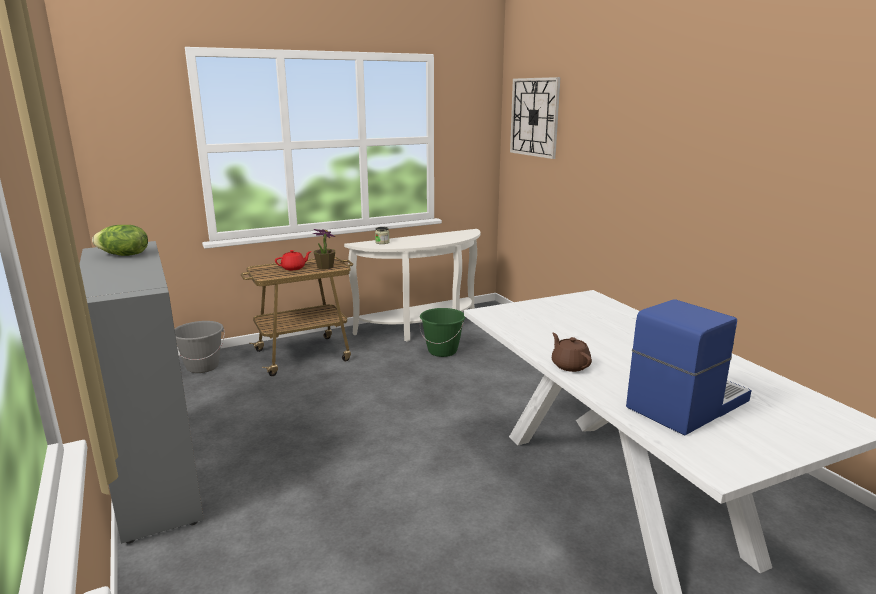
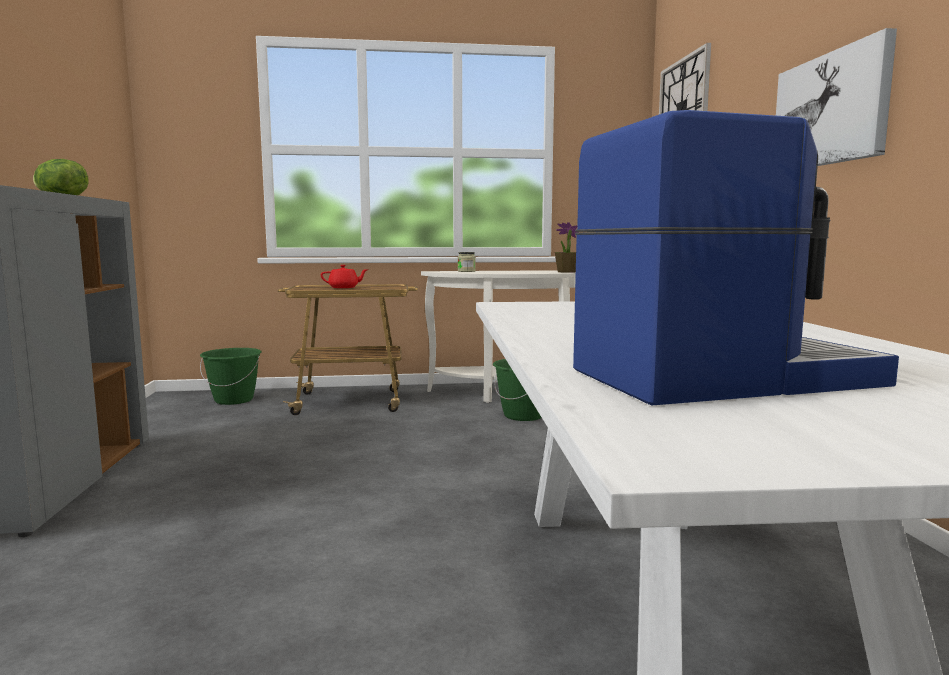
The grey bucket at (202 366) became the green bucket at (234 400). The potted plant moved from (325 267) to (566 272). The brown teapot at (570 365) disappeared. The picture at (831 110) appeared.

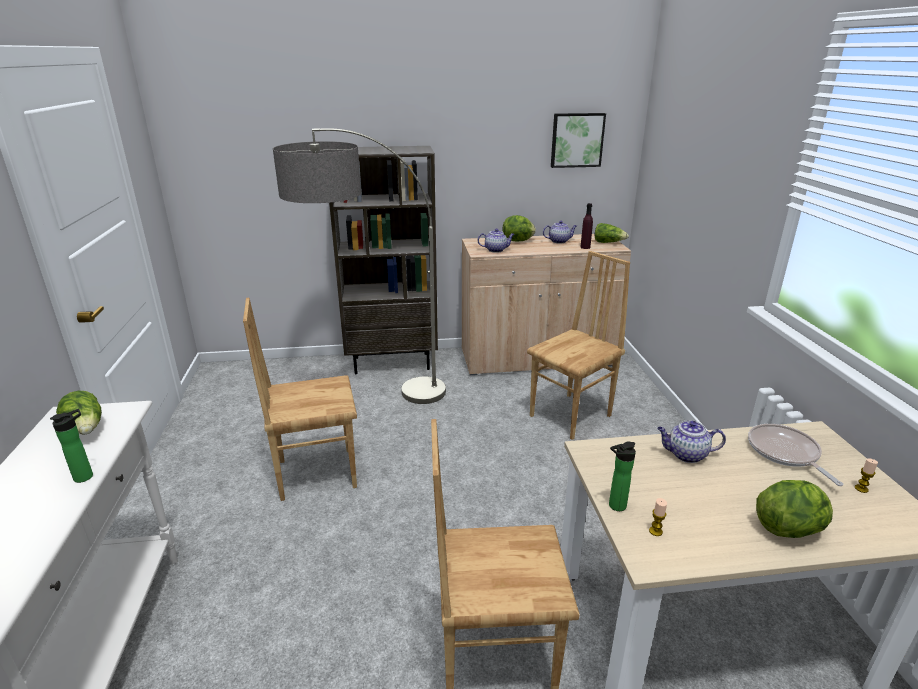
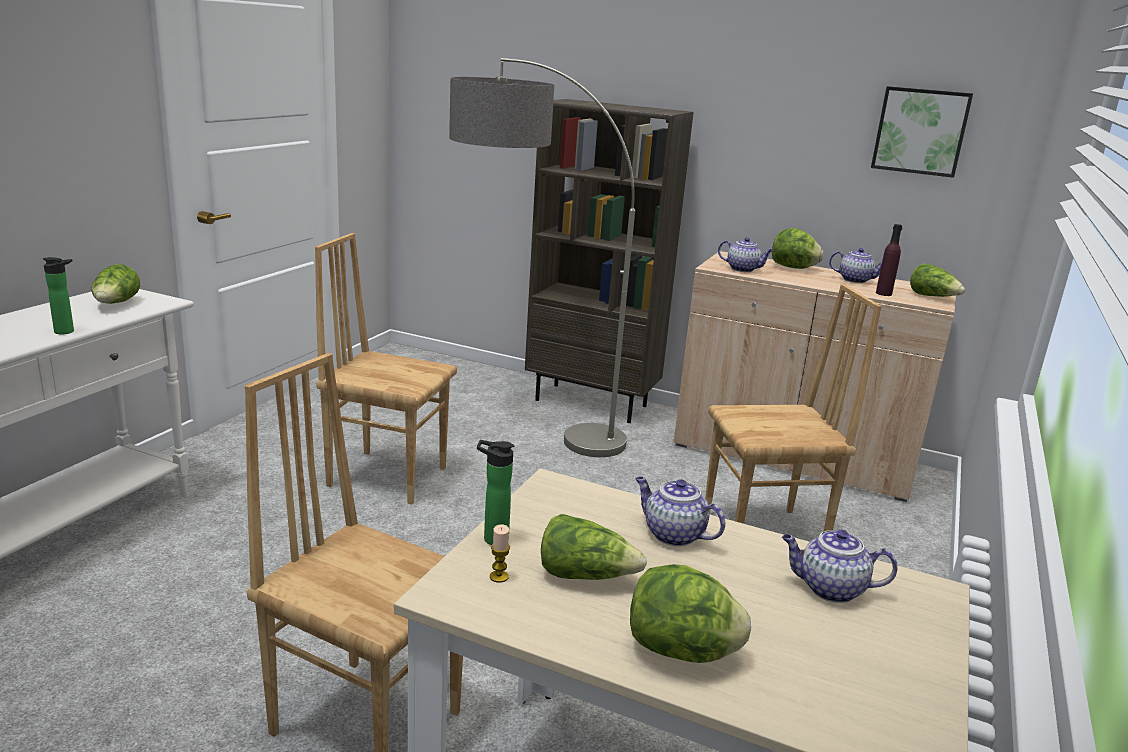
The frying pan at (785 453) was replaced by the teapot at (829 589). The candle at (861 488) disappeared. The lettuce at (585 575) appeared.

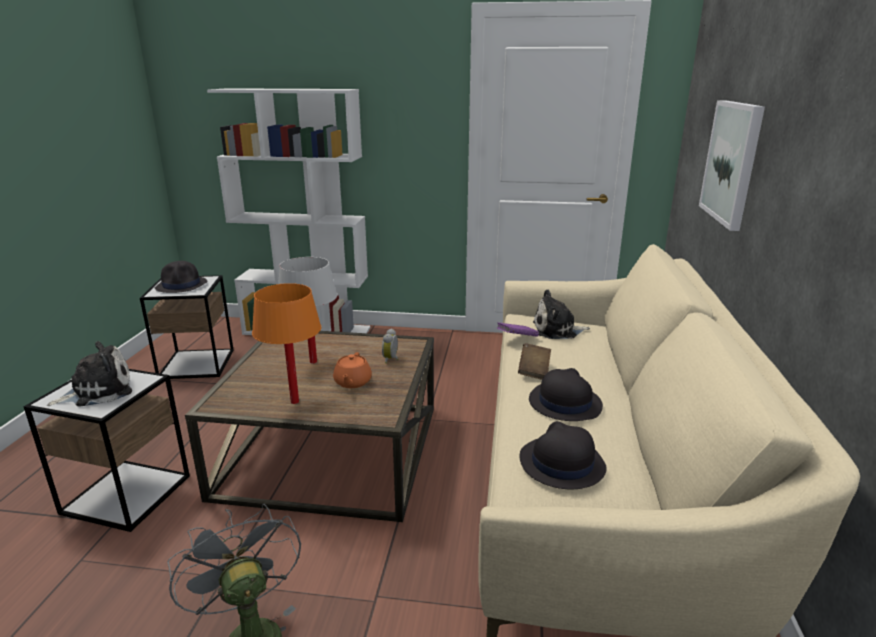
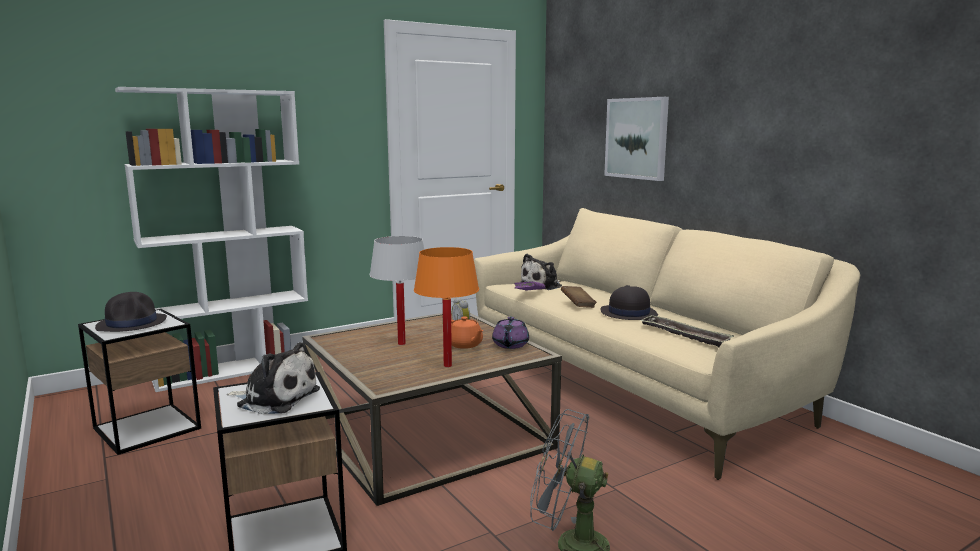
The plush toy at (98 391) turned 90 degrees clockwise. The black hat at (561 463) was replaced by the tray at (684 335). The purple teapot at (510 345) appeared.

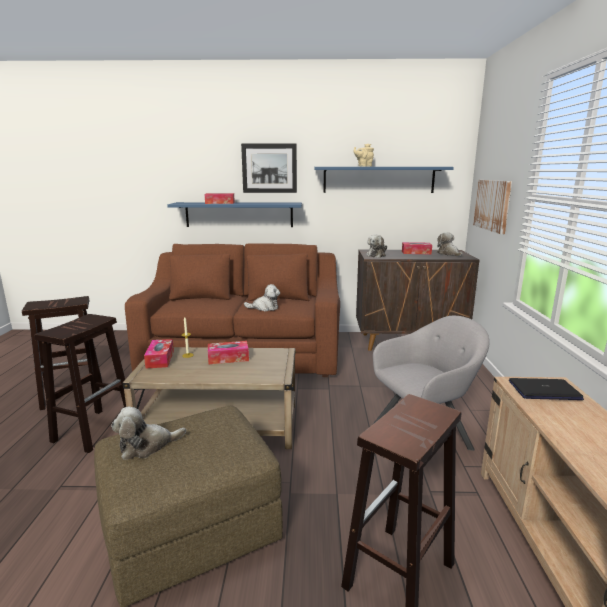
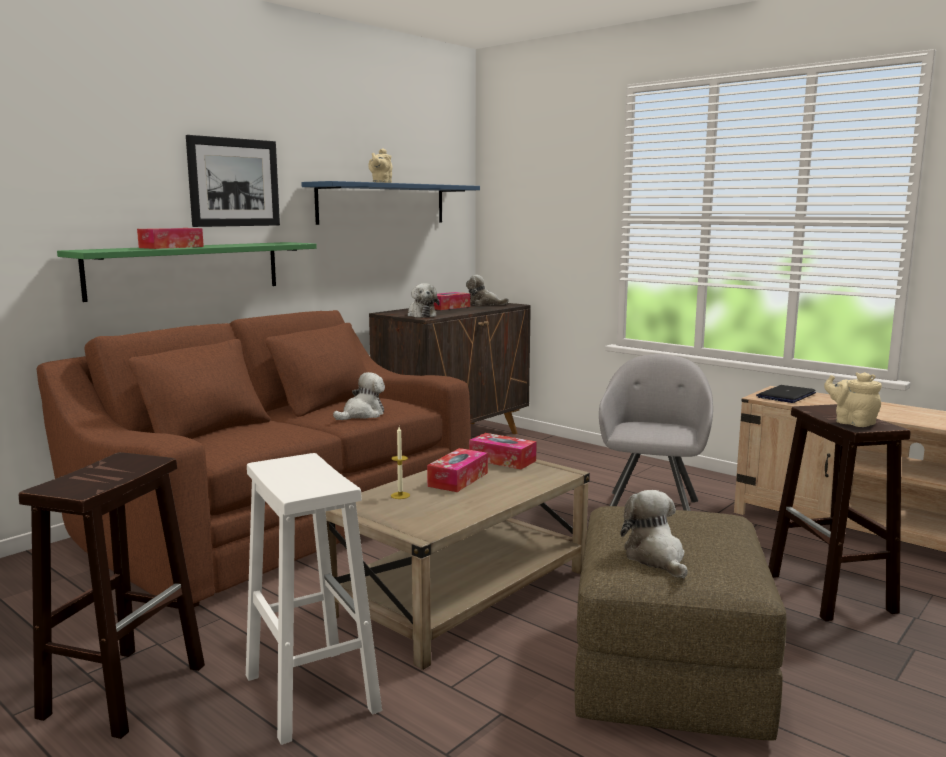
The brown stool at (94 429) became the white stool at (310 692). The plush toy at (147 446) turned 150 degrees clockwise. The tissue box moved from (160 359) to (502 460). The blue shelf at (239 214) became the green shelf at (186 269). The picture at (492 205) disappeared. The beige teapot at (852 422) appeared.

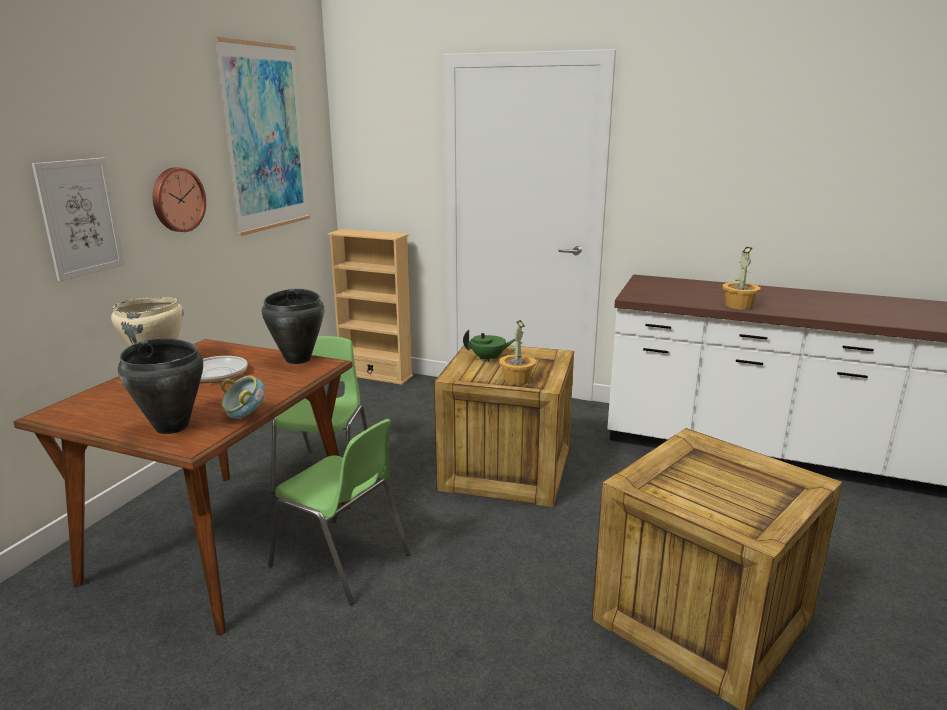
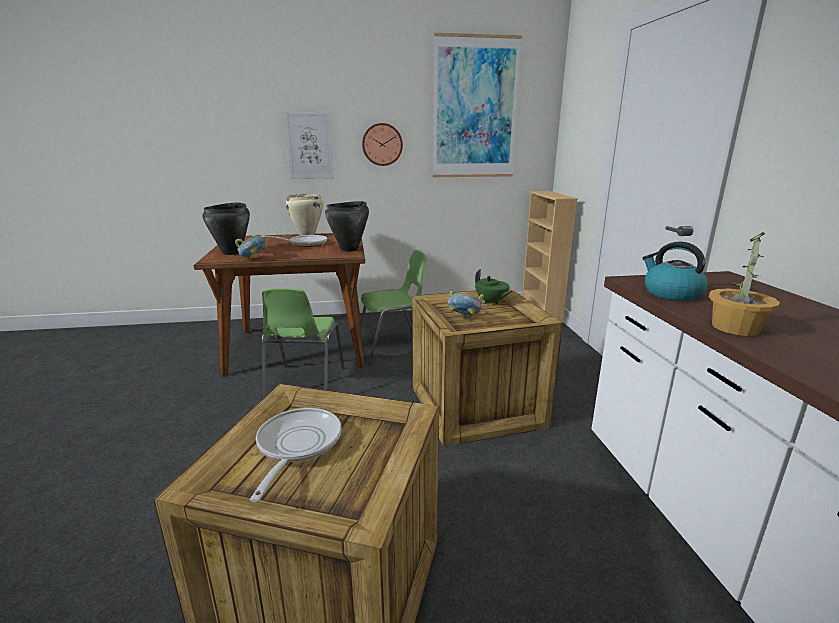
The potted plant at (516 379) was replaced by the bowl at (464 319). The frying pan at (296 446) appeared. The kettle at (671 294) appeared.

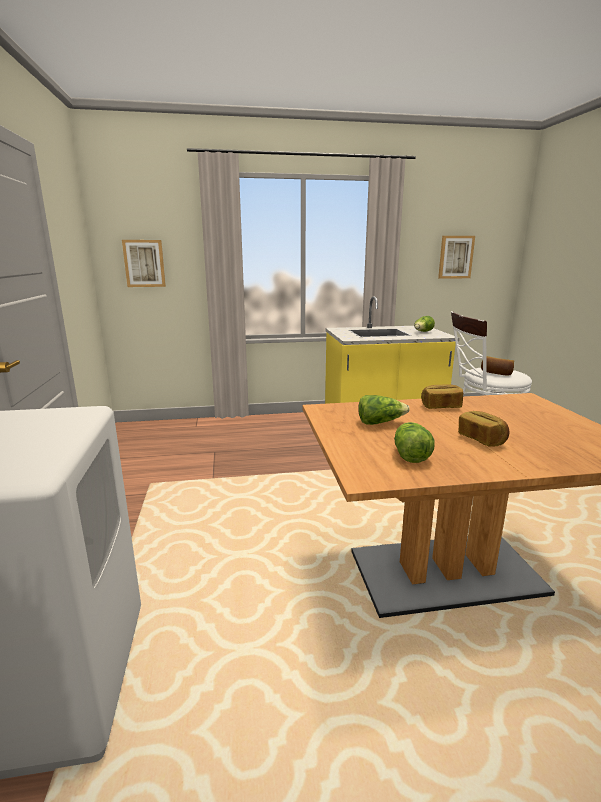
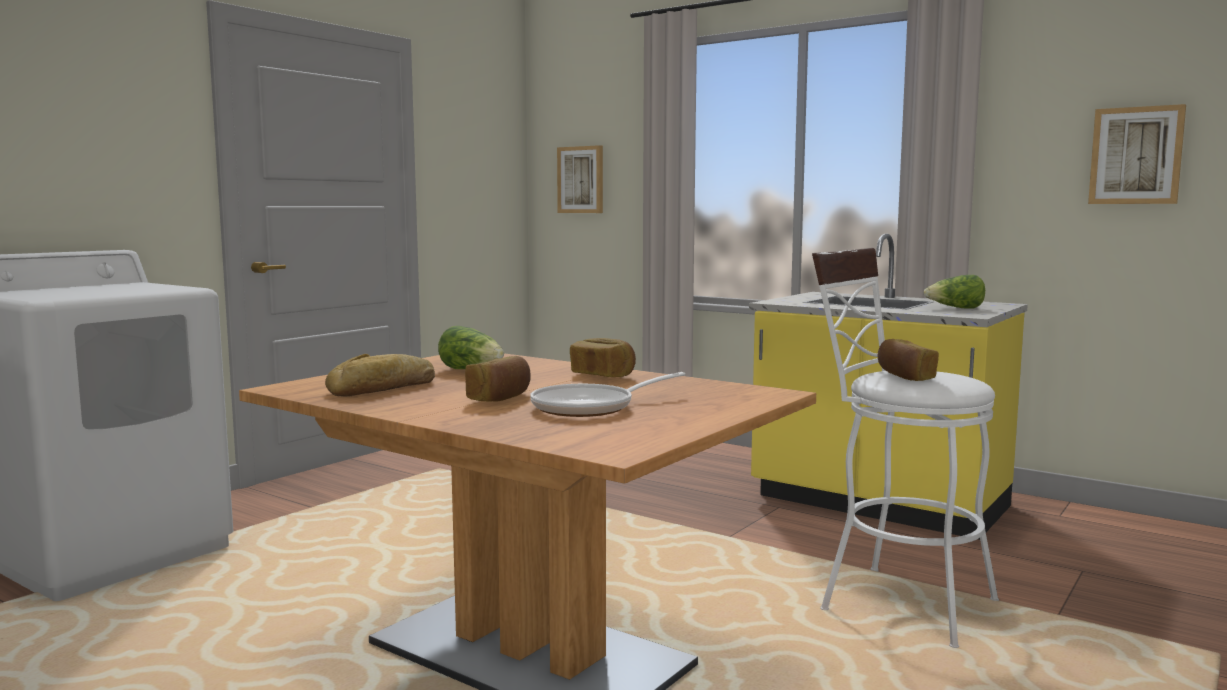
The lettuce at (410 454) was replaced by the bread at (384 388). The frying pan at (591 407) appeared.

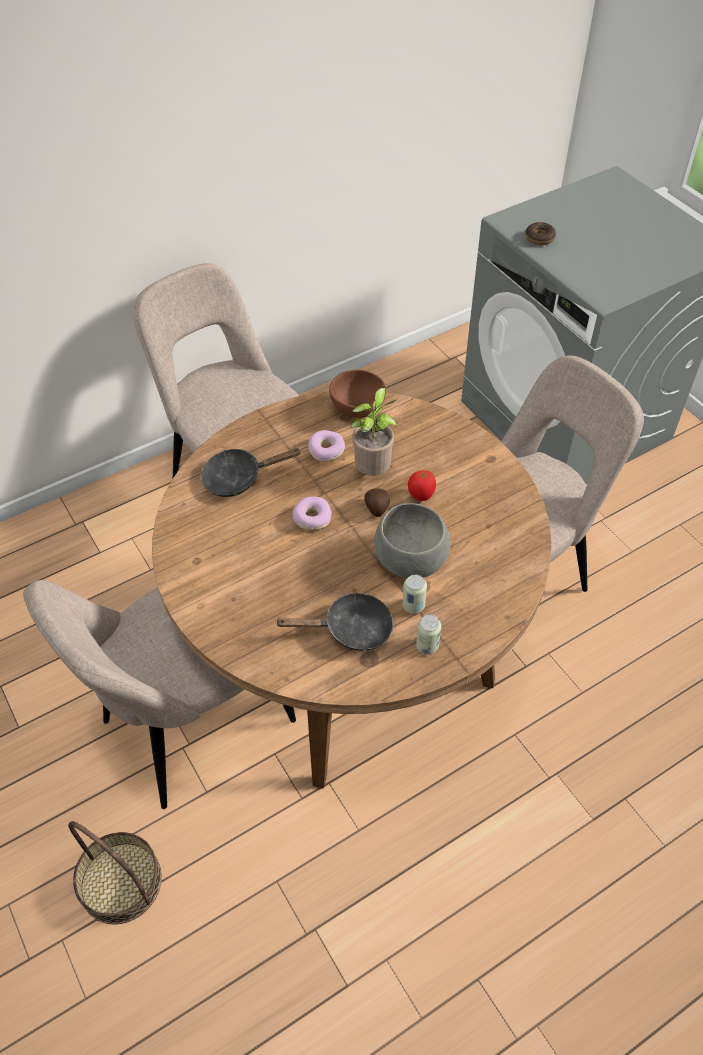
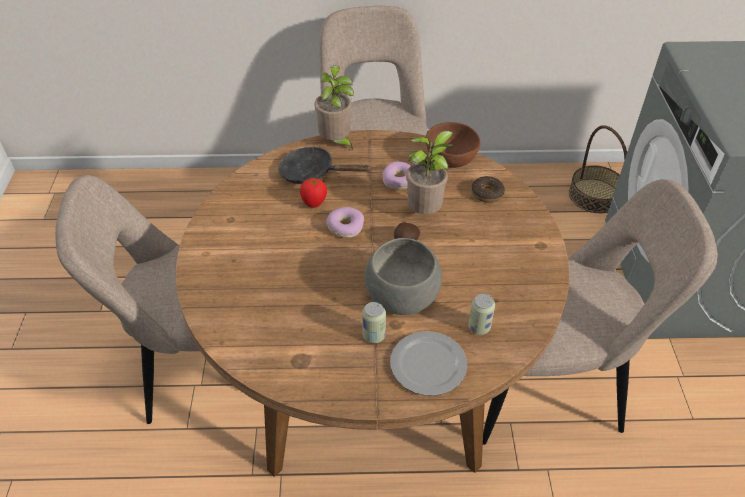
The basket moved from (120 882) to (594 195). The black frying pan at (351 629) disappeared. The tomato moved from (421 496) to (314 204). The can moved from (427 646) to (479 327). The donut moved from (539 238) to (487 193). The potted plant at (336 143) appeared. The plate at (427 365) appeared.

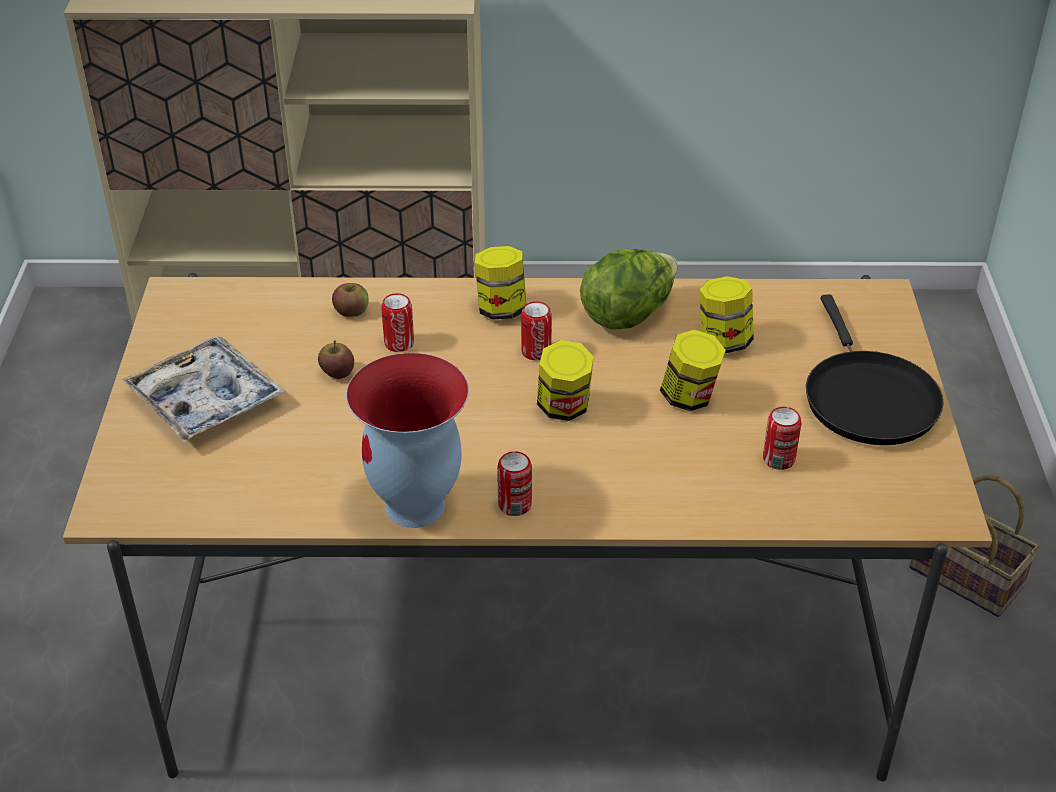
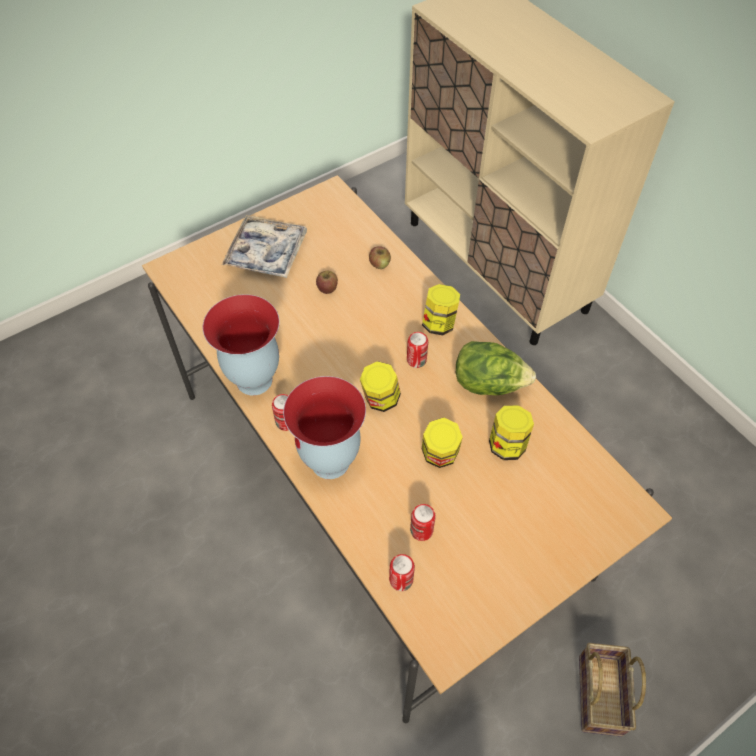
The can moved from (399 343) to (401 580). The black frying pan at (867 398) disappeared. The vase at (330 463) appeared.

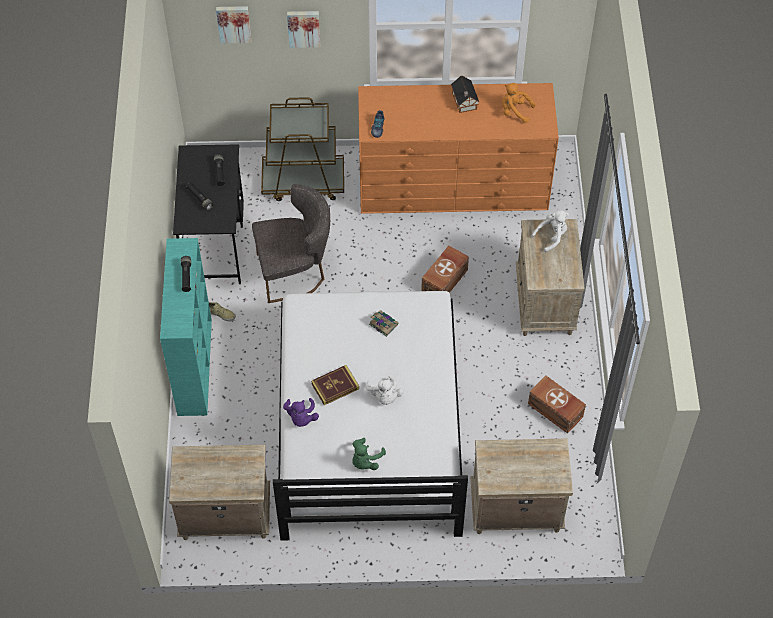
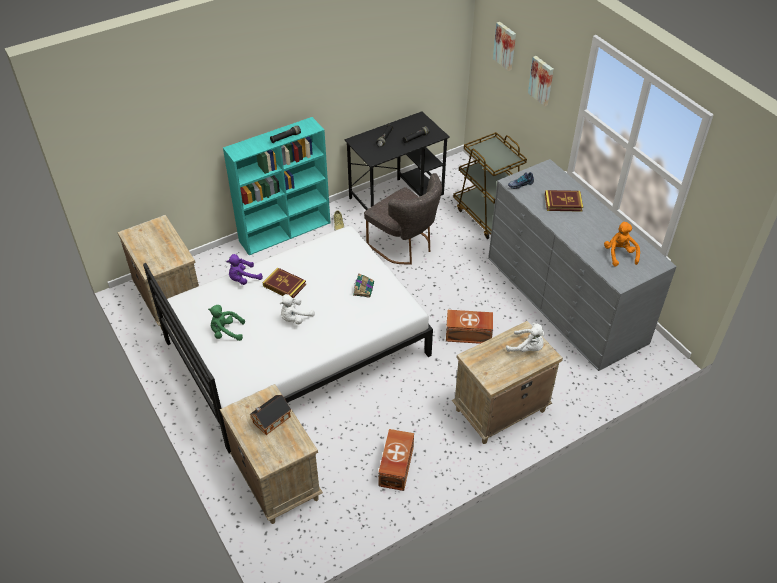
The orange dresser at (453 185) became the grey dresser at (565 299). The toy house moved from (464 102) to (270 420). The book at (563 203) appeared.

